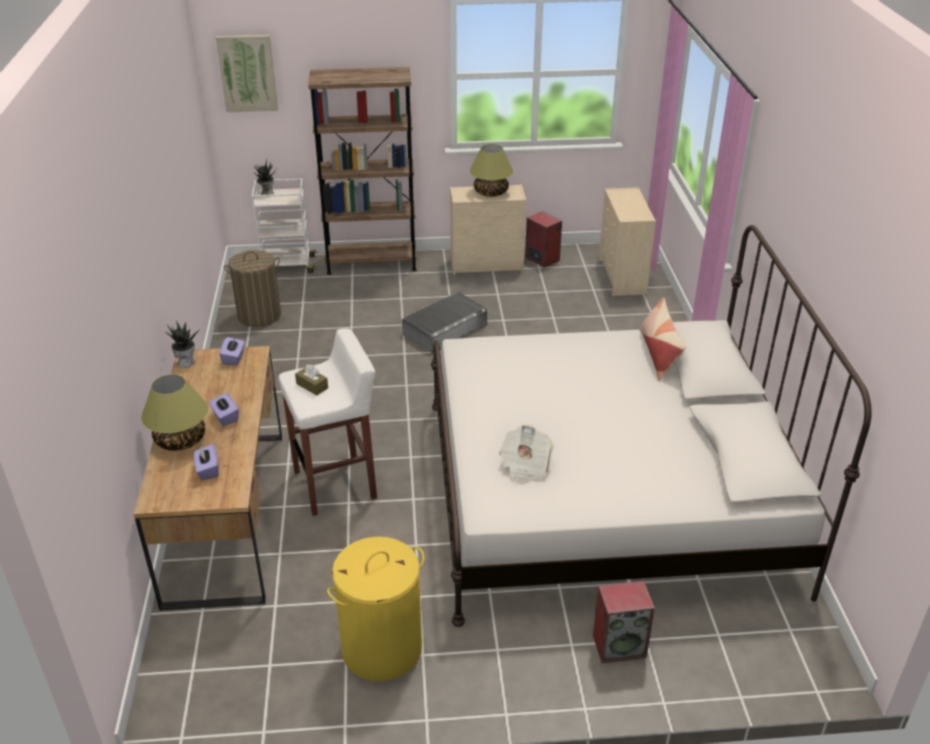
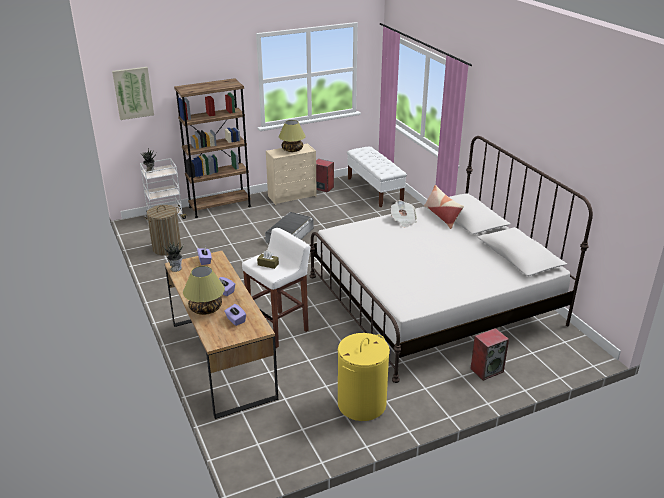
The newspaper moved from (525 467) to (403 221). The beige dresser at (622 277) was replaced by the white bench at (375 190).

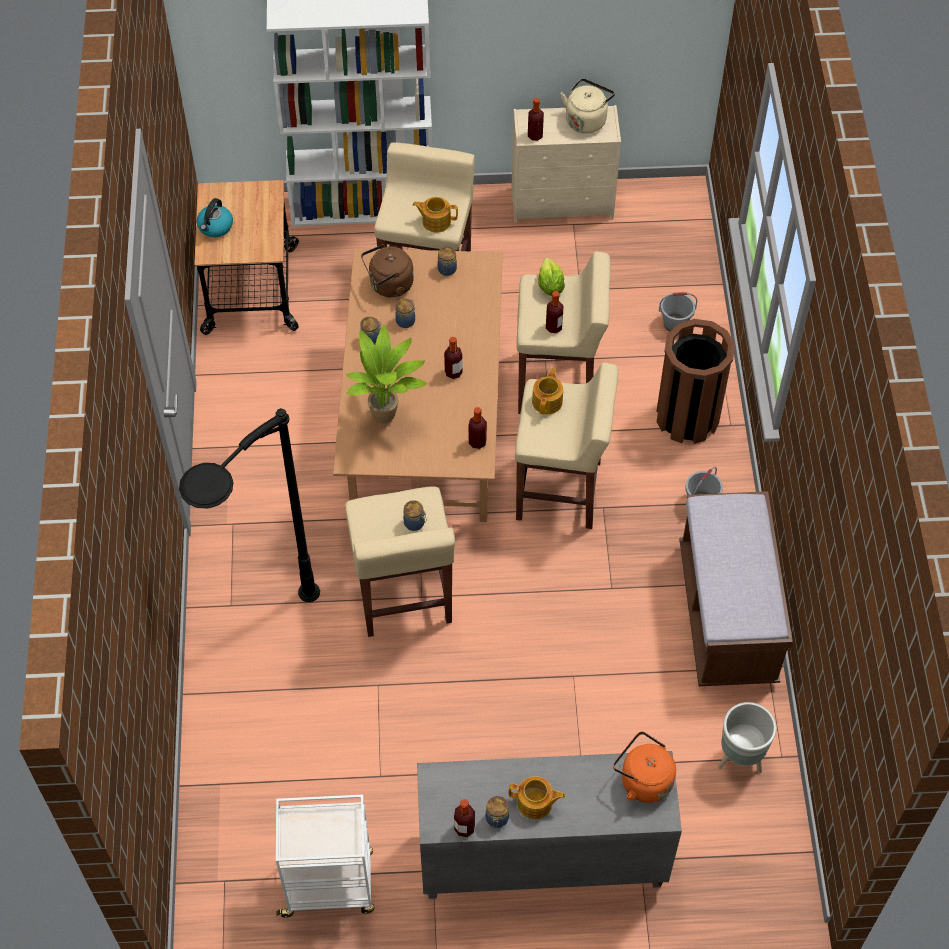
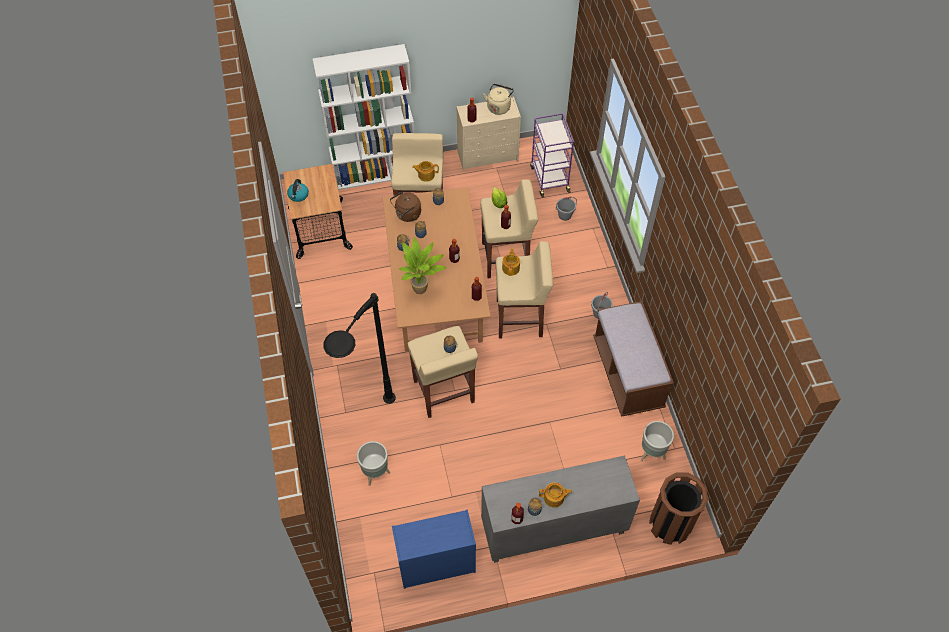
The white cart at (329 884) was replaced by the blue dresser at (435 564). The orange kettle at (643 780) disappeared. The brown trash can moved from (687 417) to (670 524). The grey planter at (375 473) appeared. The purple cart at (549 178) appeared.

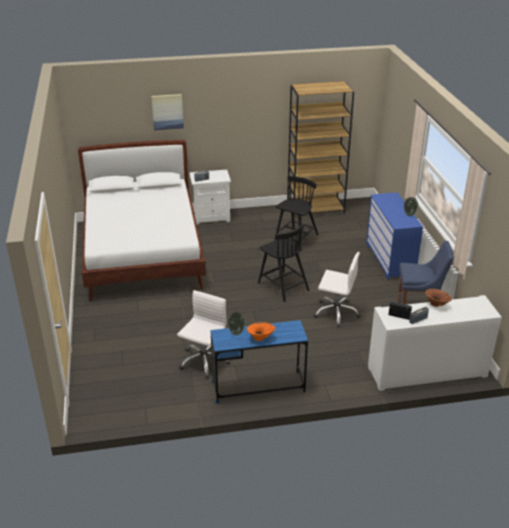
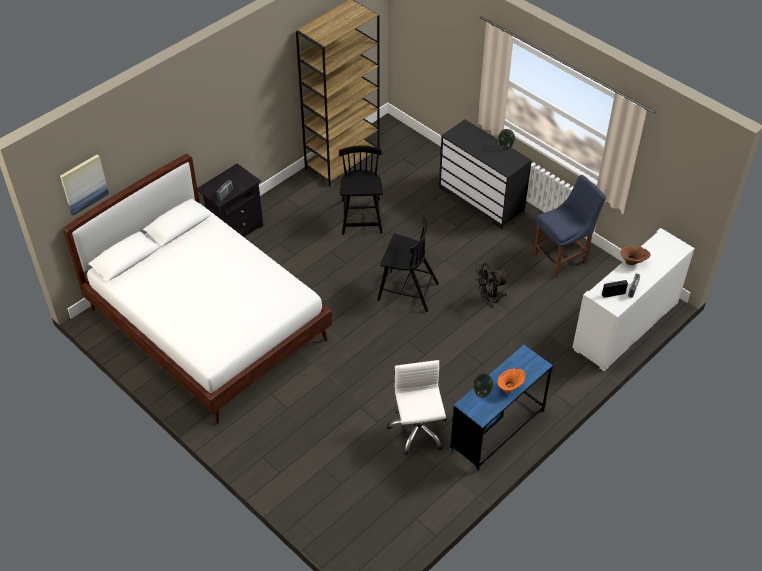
The picture moved from (167 111) to (83 184). The white nightstand at (211 217) became the black nightstand at (235 229). The white office chair at (336 312) was replaced by the black fan at (489 298). The blue dresser at (390 259) became the black dresser at (481 199).

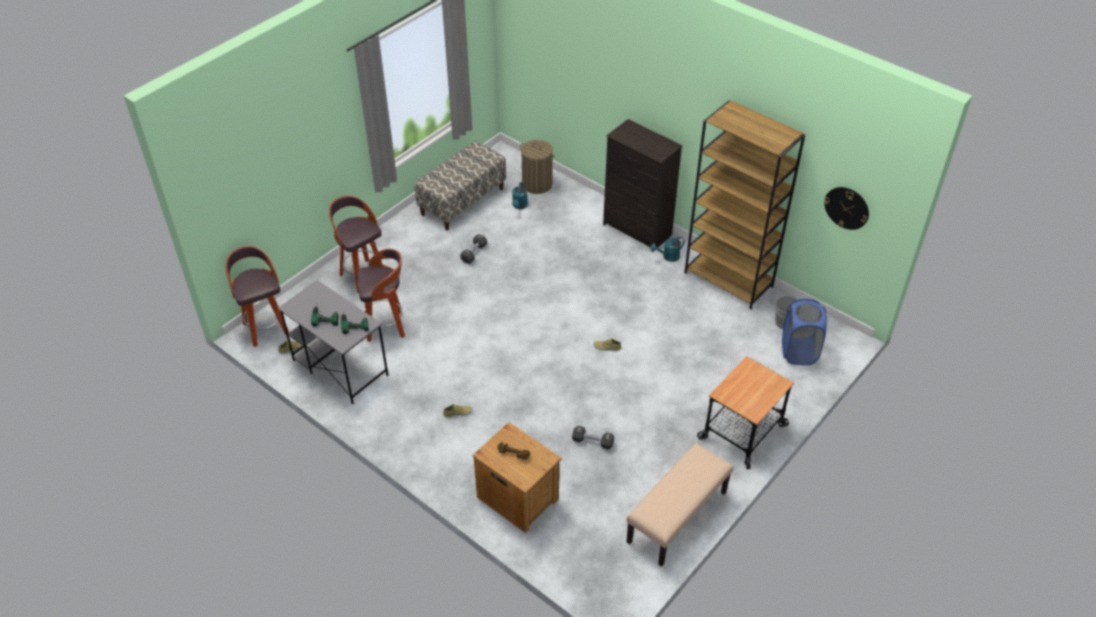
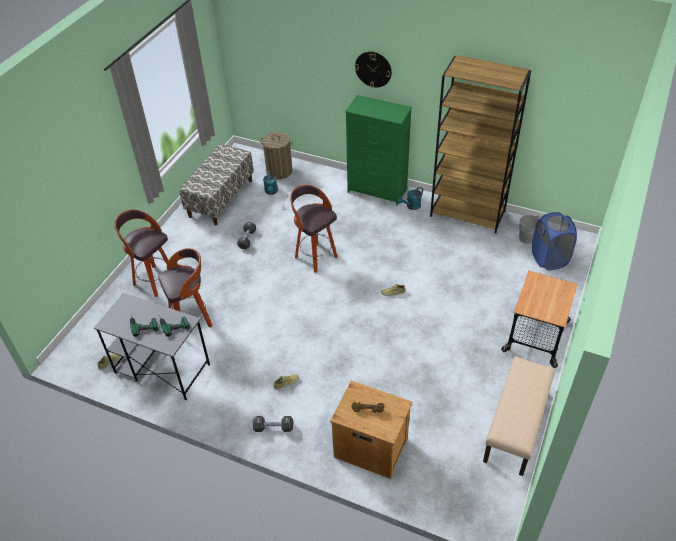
The stool moved from (265 328) to (315 256). The black dumbbell moved from (592 442) to (273 427). The black dresser at (637 230) became the green dresser at (377 191). The wall clock moved from (846 208) to (373 69).

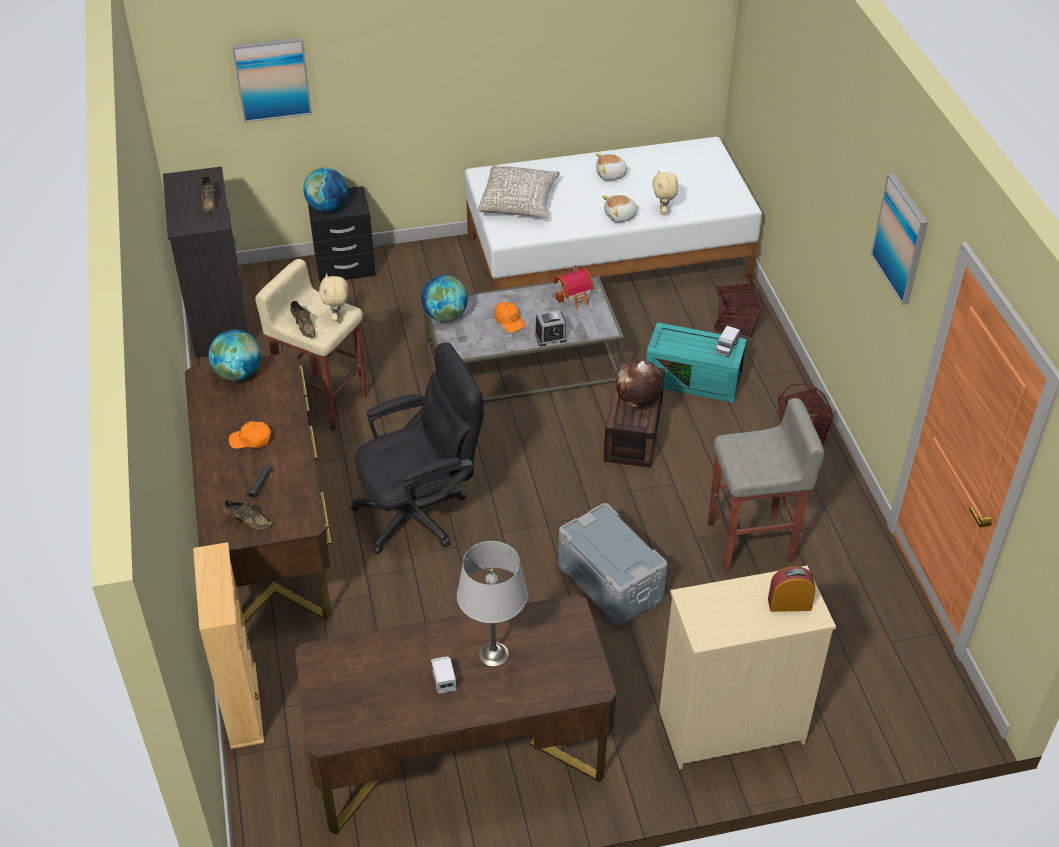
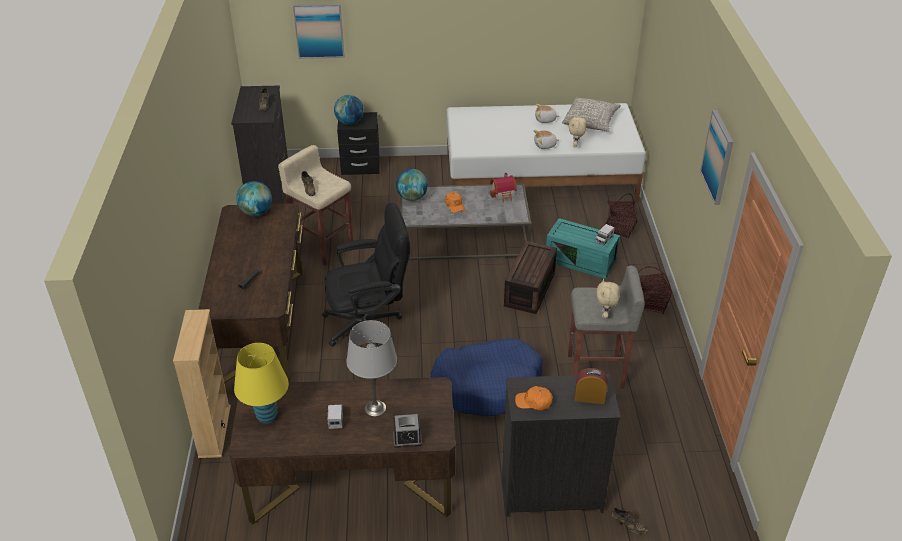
The brown shoe moved from (247 521) to (627 525). The orange cap moved from (251 440) to (534 402). The beige plush toy moved from (337 317) to (605 314). The grey pillow moved from (519 202) to (590 121). The alarm clock moved from (550 337) to (407 439). The grey storage box at (609 583) was replaced by the blue dog bed at (487 385). The globe at (638 401) disappeared. The beige dresser at (729 726) became the black dresser at (550 493). The yellow table lamp at (266 417) appeared.

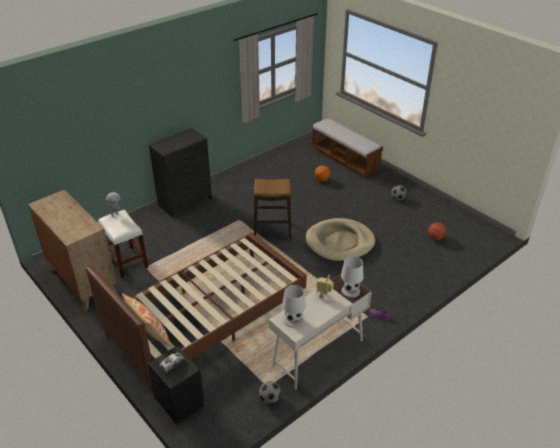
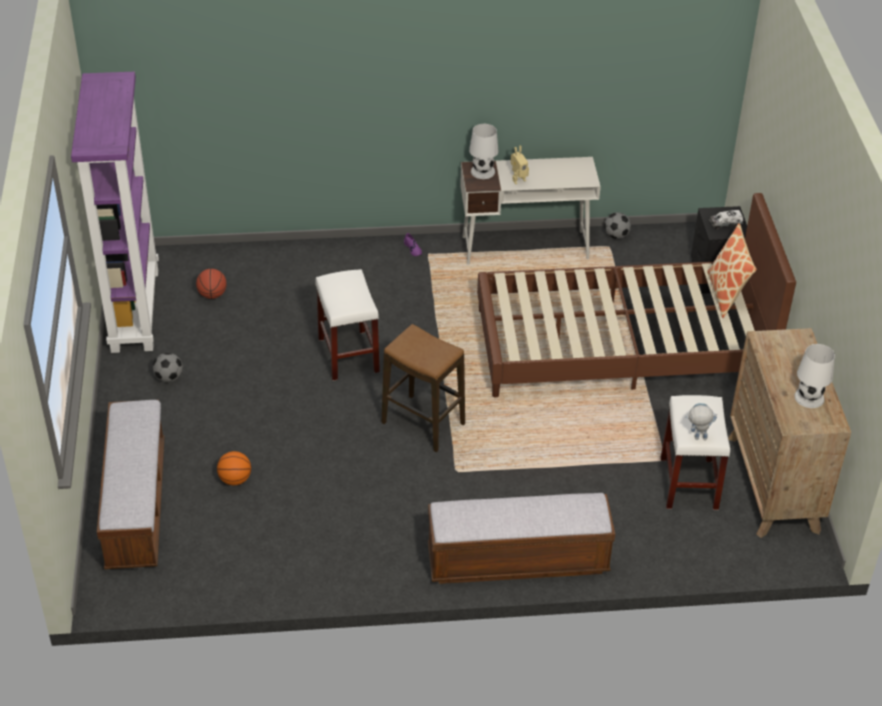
The black dresser at (185 202) was replaced by the bench at (517 560). The white table lamp moved from (293 320) to (809 398). The beige dog bed at (340 242) was replaced by the white stool at (347 354). The purple bookcase at (134 309) appeared.

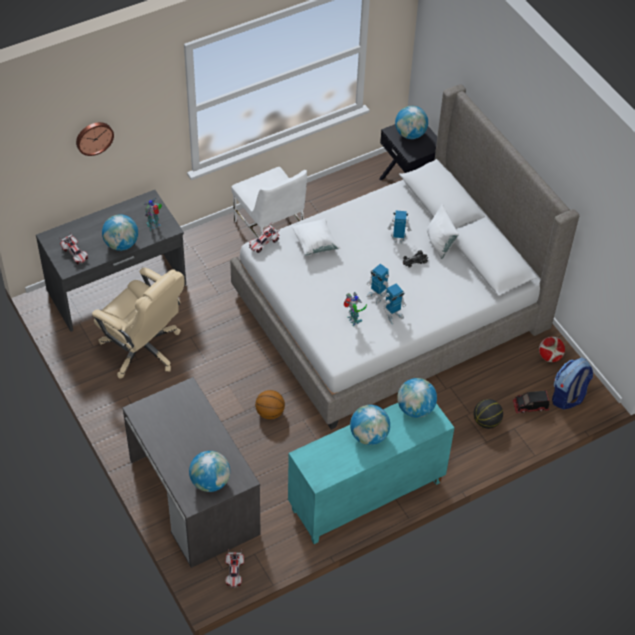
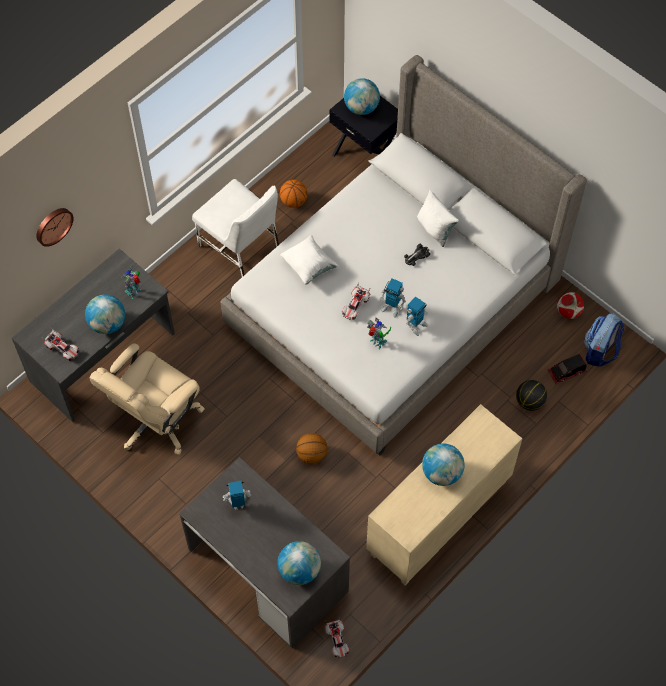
The beige office chair at (143 349) turned 105 degrees clockwise. The toy car moved from (264 243) to (355 306). The turquoise cabinet at (366 497) became the beige cabinet at (439 519). The toy robot moved from (398 239) to (238 503). The globe at (415 409) disappeared. The basketball at (293 201) appeared.

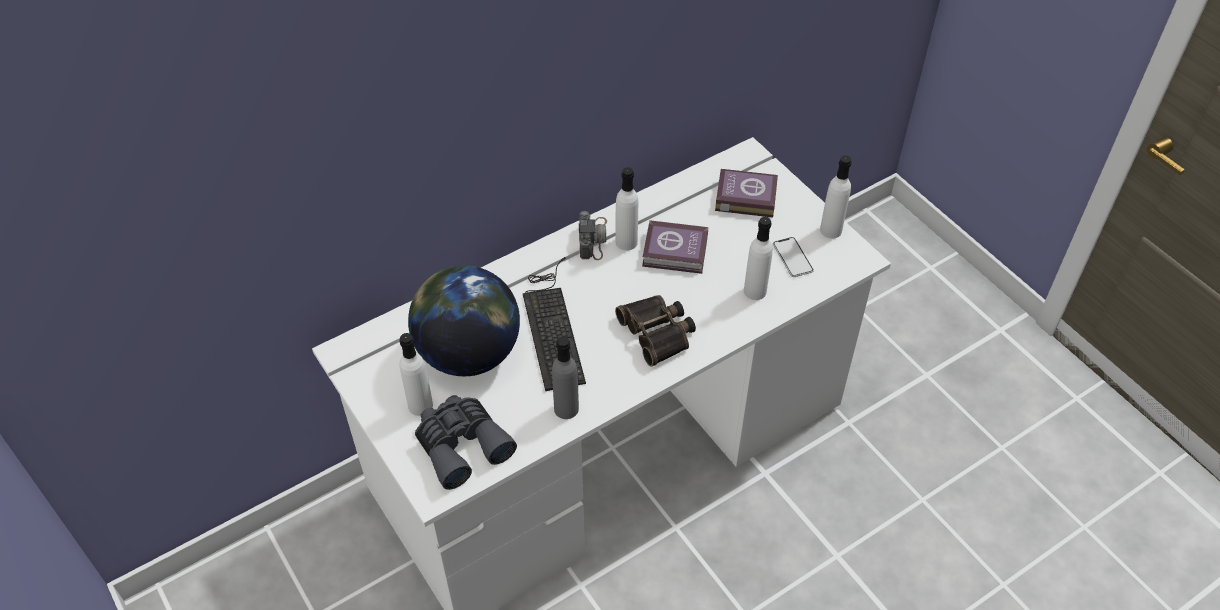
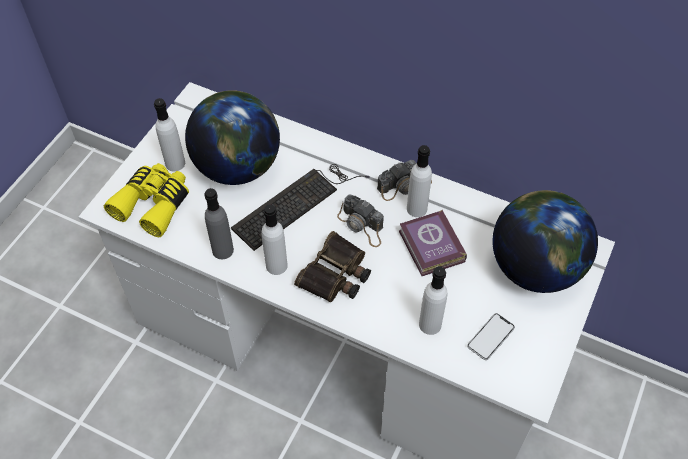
The grey binoculars at (461 445) became the yellow binoculars at (154 204). The book at (744 196) was replaced by the globe at (535 267). The white bottle moved from (830 230) to (276 265). The photo camera at (362 225) appeared.

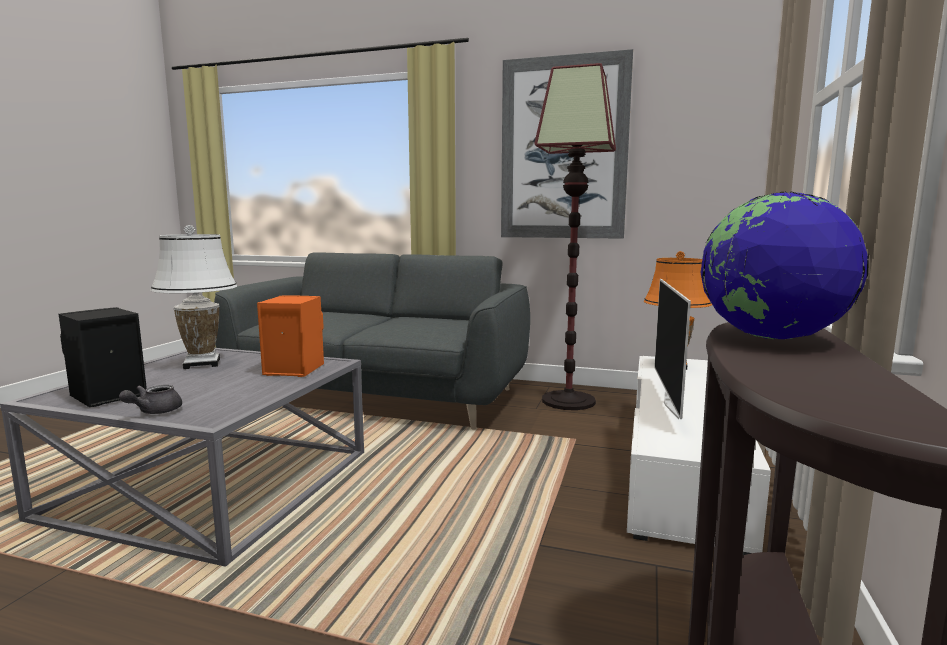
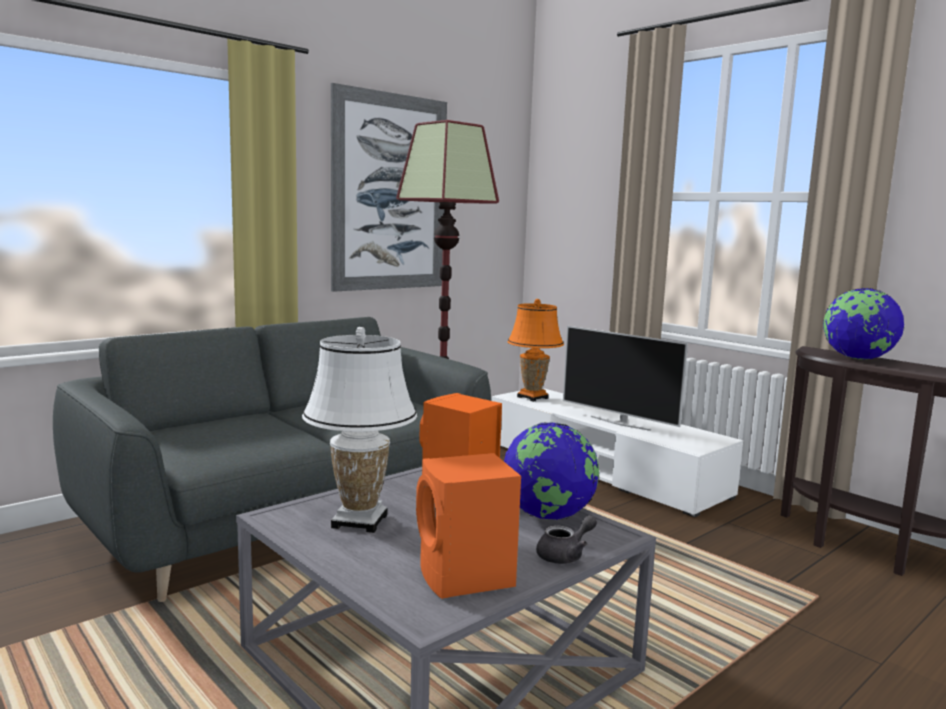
The black speaker at (105 396) became the orange speaker at (466 578). The grey teapot at (154 411) turned 90 degrees counterclockwise. The globe at (548 516) appeared.

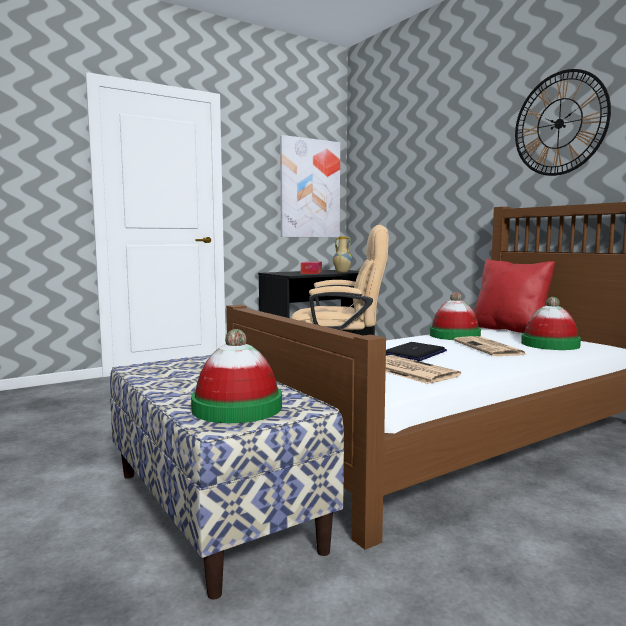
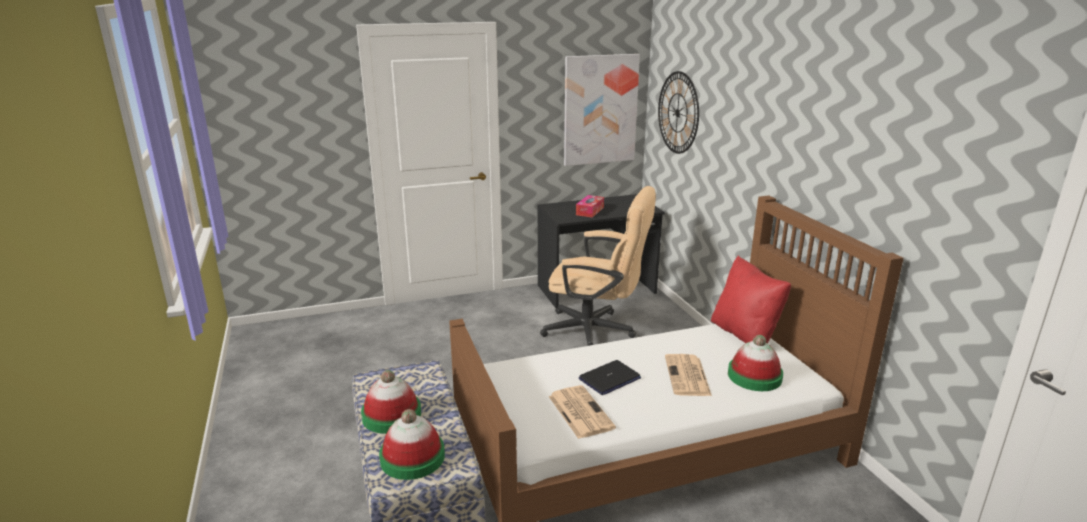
The vase at (341 272) disappeared. The hat moved from (454 335) to (391 415). The wall clock moved from (559 123) to (678 113).

